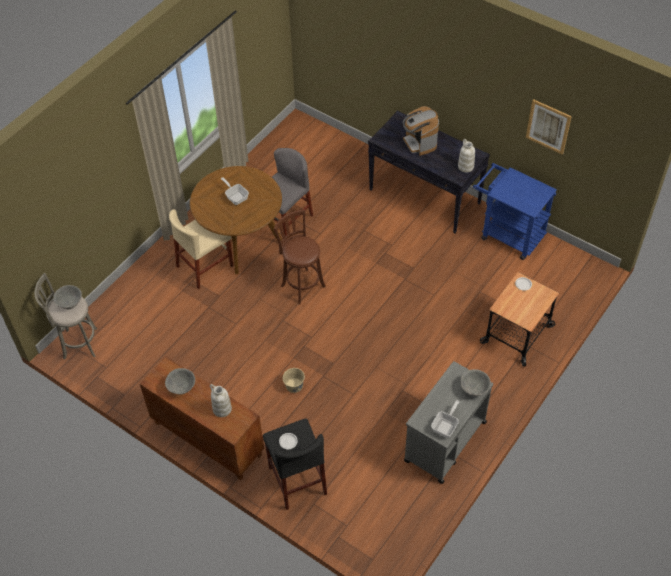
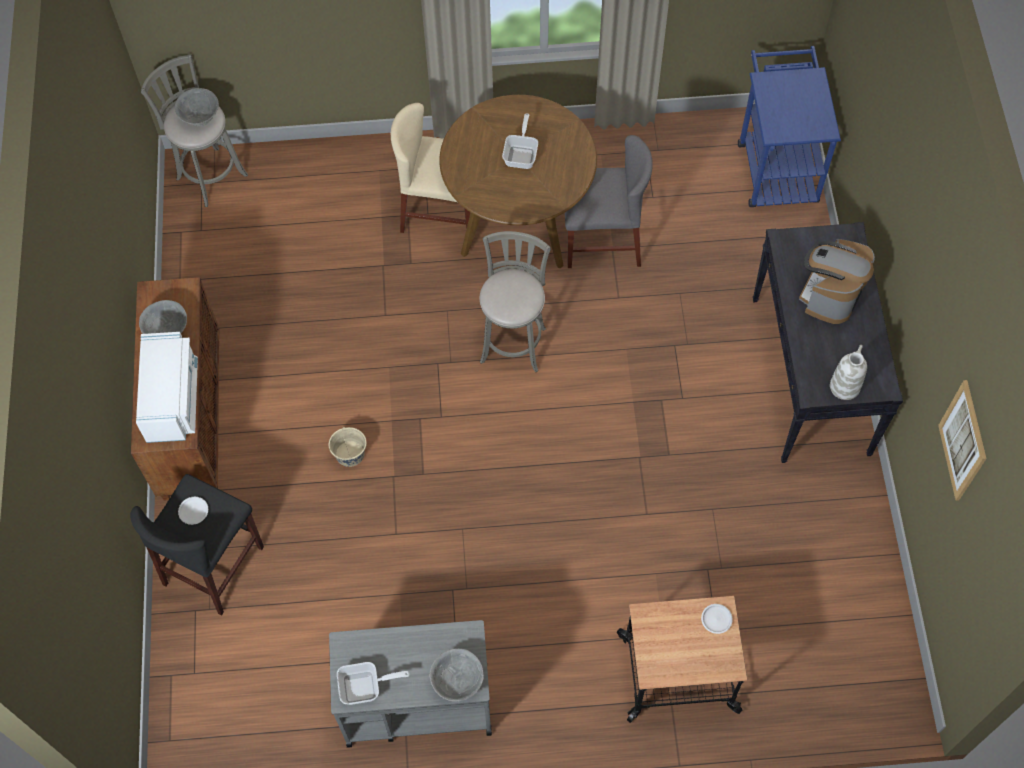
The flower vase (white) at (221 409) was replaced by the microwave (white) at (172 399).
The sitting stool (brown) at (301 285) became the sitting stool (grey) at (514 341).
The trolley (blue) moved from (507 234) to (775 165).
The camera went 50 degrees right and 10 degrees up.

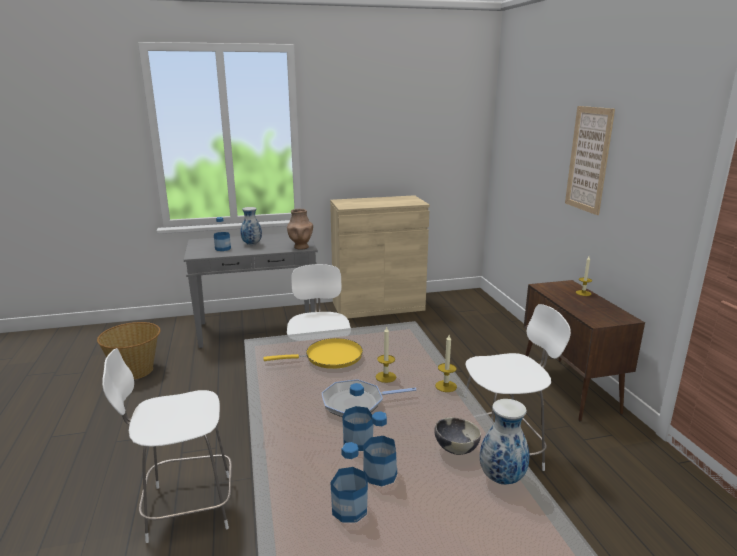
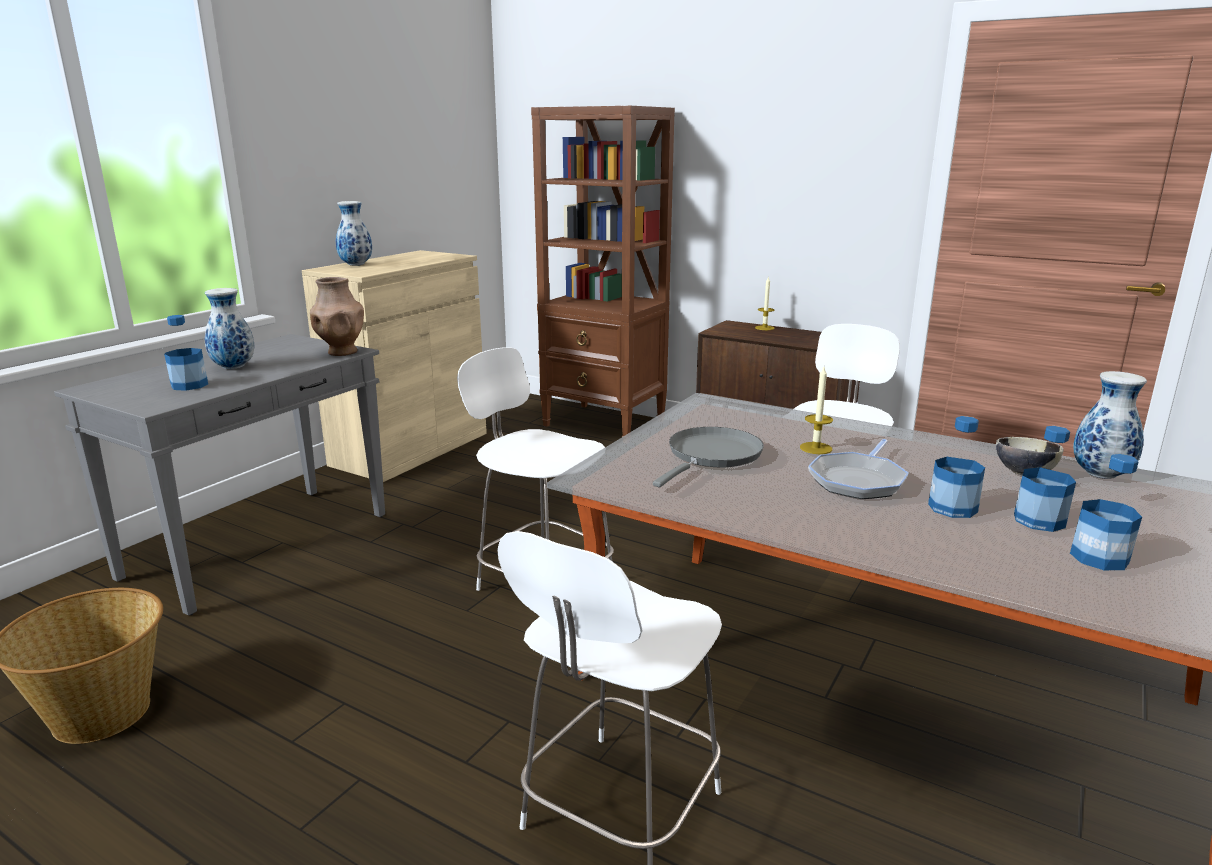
The frying pan (yellow) at (329 357) became the frying pan (grey) at (711 456).
The candle at (446 386) disappeared.
The picture at (588 159) disappeared.
The flower vase at (356 265) appeared.
The shelving unit (brown) at (605 423) appeared.
The camera went 45 degrees left and 0 degrees up.

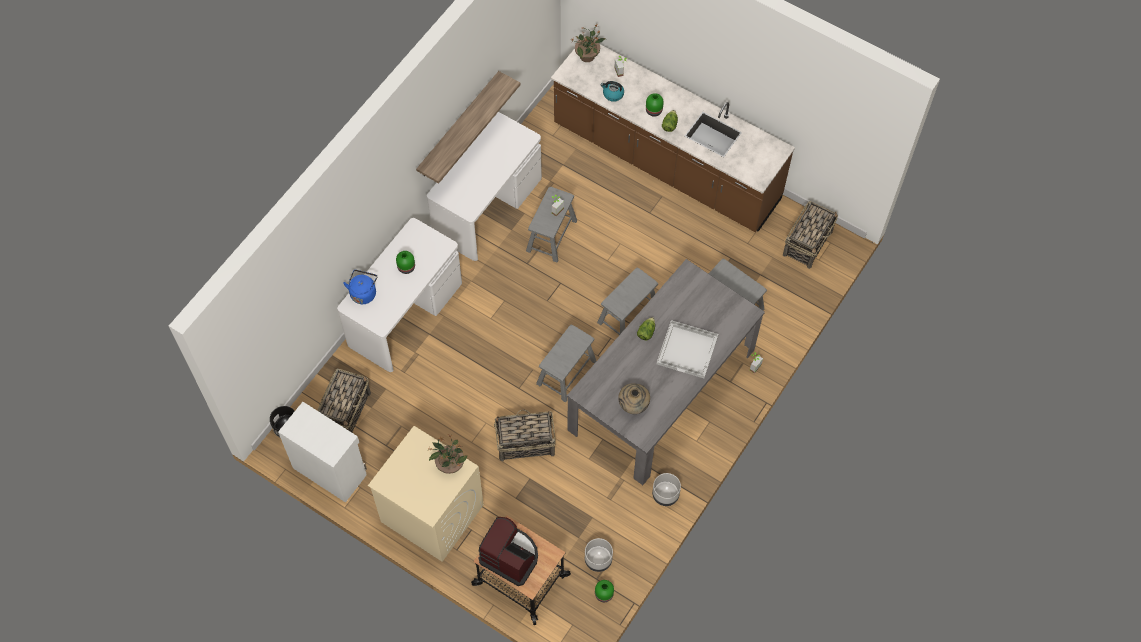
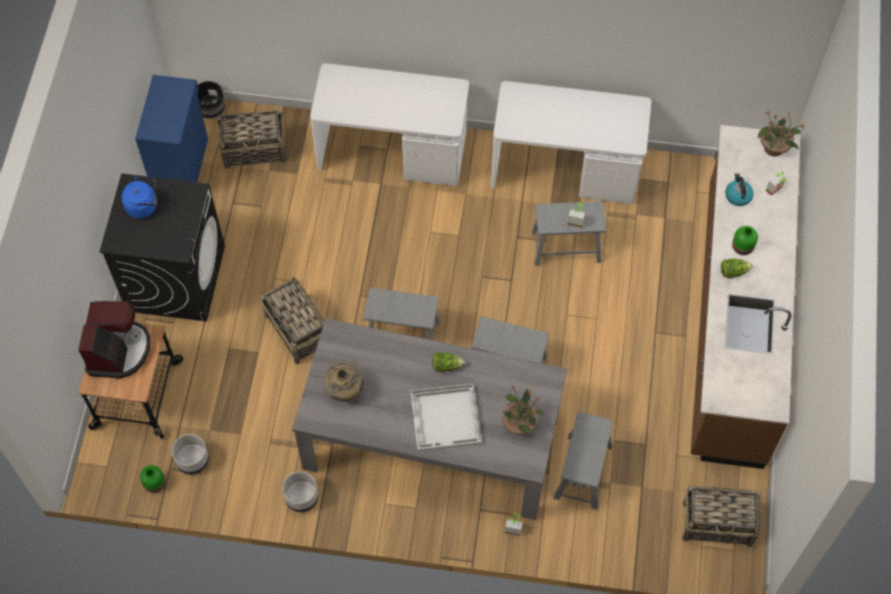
The storage cabinet (white) at (330 470) became the storage cabinet (blue) at (182 166).
The tea kettle (blue) moved from (363 292) to (144 206).
The laundry appliance (beige-coloured) at (431 513) became the laundry appliance (blackish) at (176 277).
The flower vase (green) at (406 268) disappeared.
The shelf at (458 126) disappeared.
The plant in a pot moved from (450 464) to (519 424).
The camera went 65 degrees right and 0 degrees up.

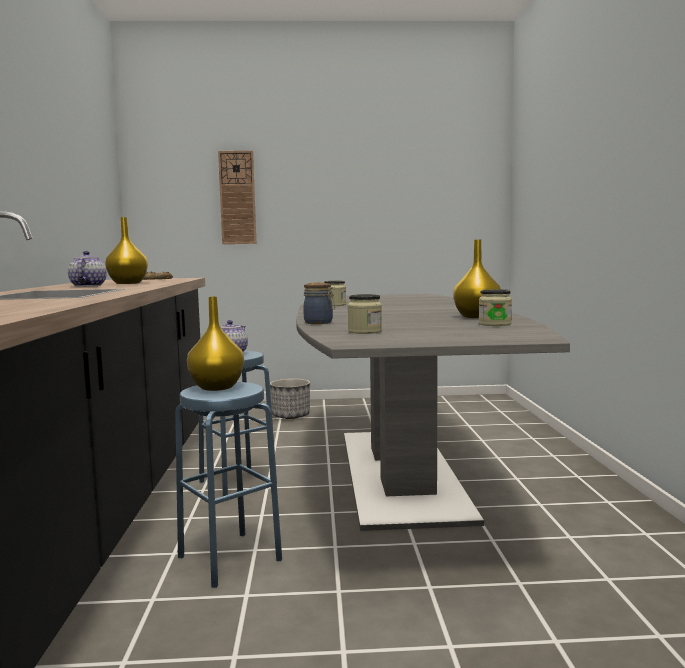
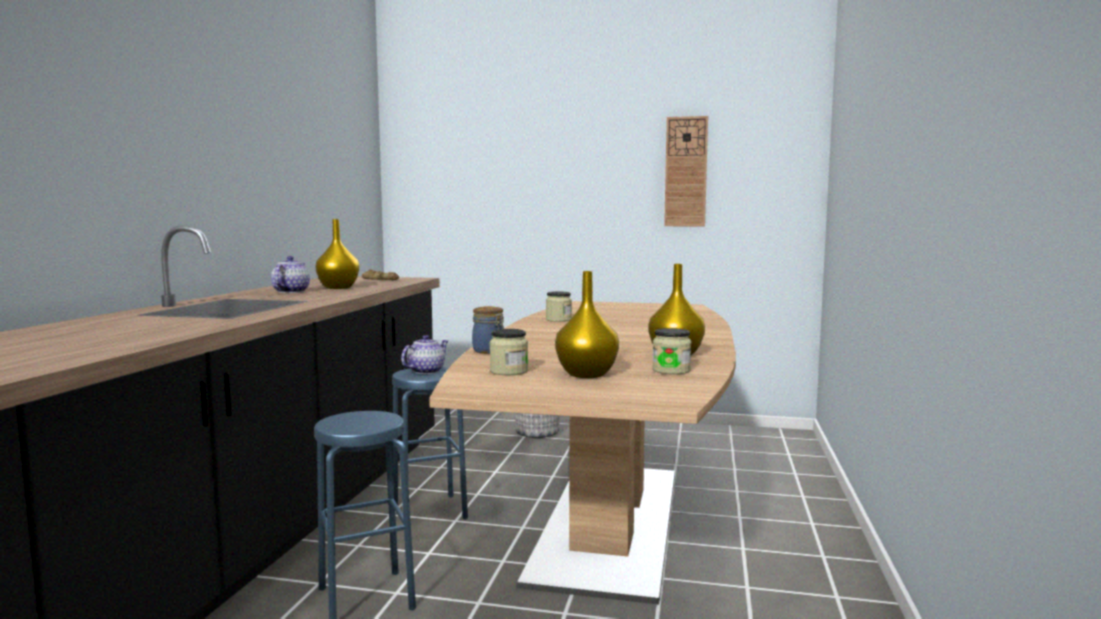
The flower vase (yellow) moved from (217 387) to (587 375).
The wall clock moved from (237 198) to (686 172).
The dining table (grey) at (400 473) became the dining table (brown) at (609 522).
The camera went 15 degrees right and 0 degrees up.

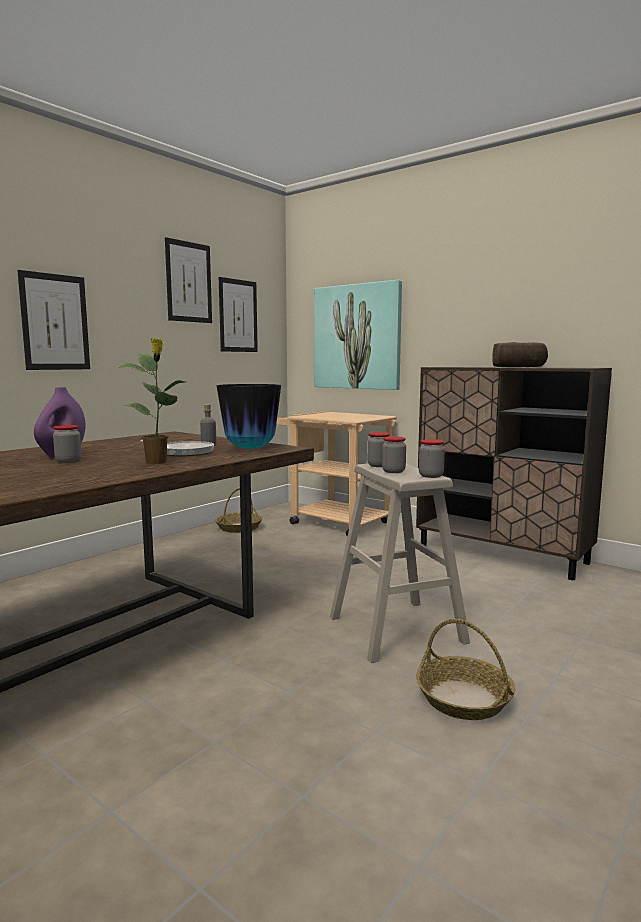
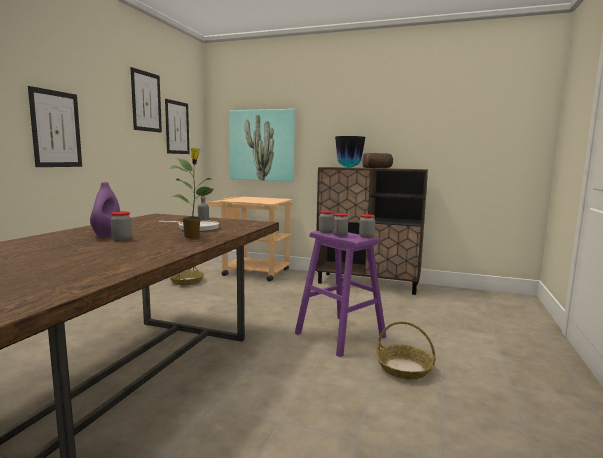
The flower vase moved from (250 448) to (349 167).
The sitting stool (beige-coloured) at (396 629) became the sitting stool (purplish) at (339 335).
The camera went 20 degrees left and 0 degrees up.

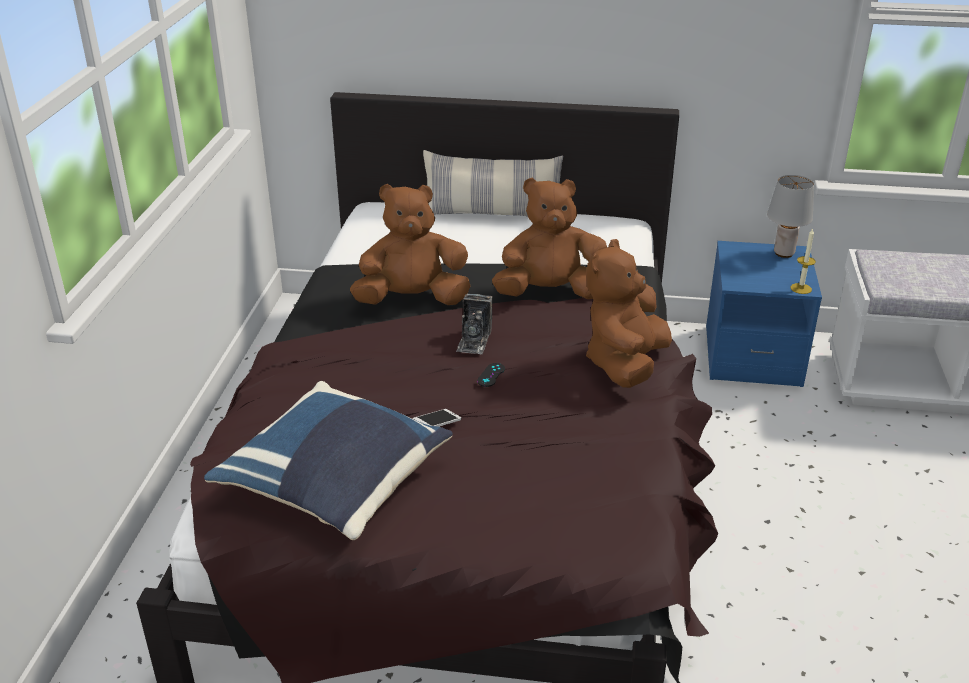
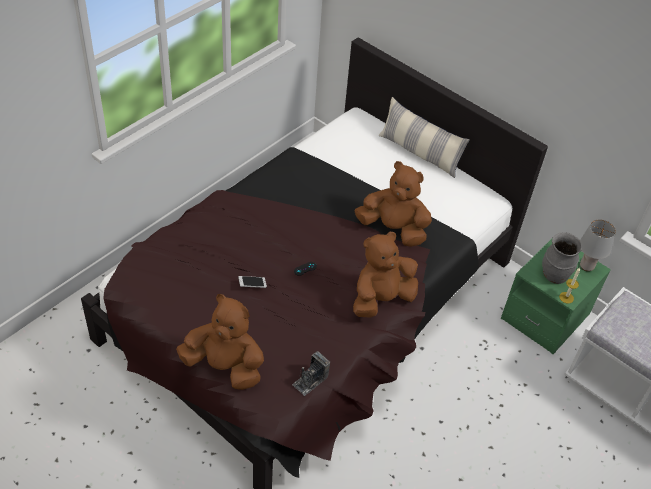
The throw pillow (blue) at (337 485) disappeared.
The soft toy (brown) moved from (412 300) to (225 366).
The still camera moved from (474 340) to (310 380).
The night table (blue) at (752 356) became the night table (green) at (545 317).
The flower vase (grey) at (554 276) appeared.
The camera went 30 degrees right and 15 degrees up.

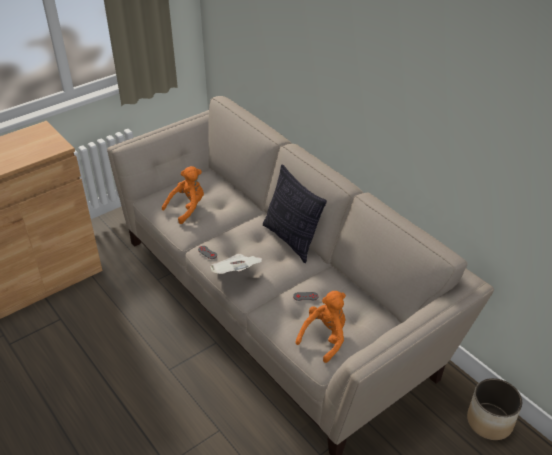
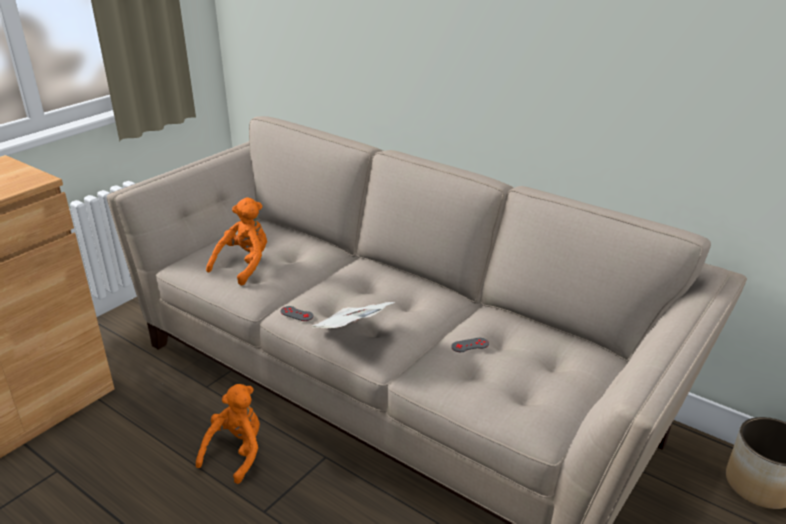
The throw pillow at (291 240) disappeared.
The soft toy (orange) moved from (325 338) to (236 452).
The camera went 15 degrees left and 10 degrees down.

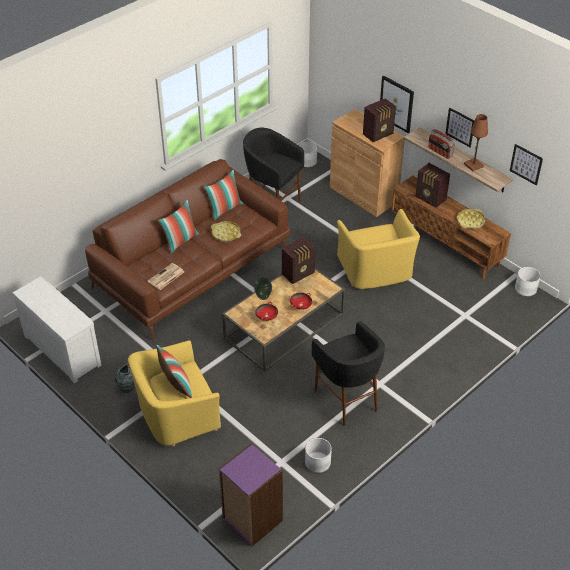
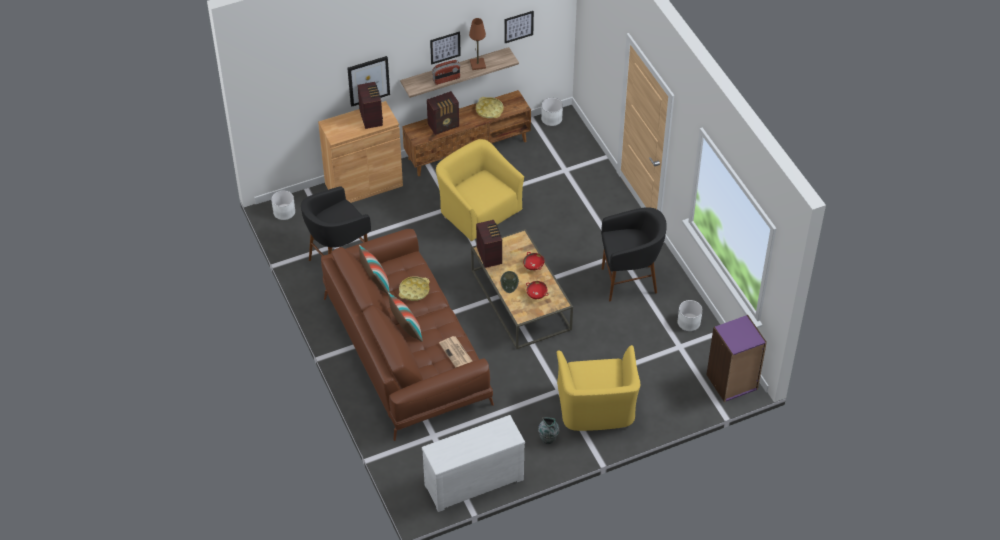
The throw pillow at (176 385) disappeared.
The easy chair (yellow) at (376 270) turned 135 degrees counterclockwise.
The camera went 70 degrees left and 5 degrees up.

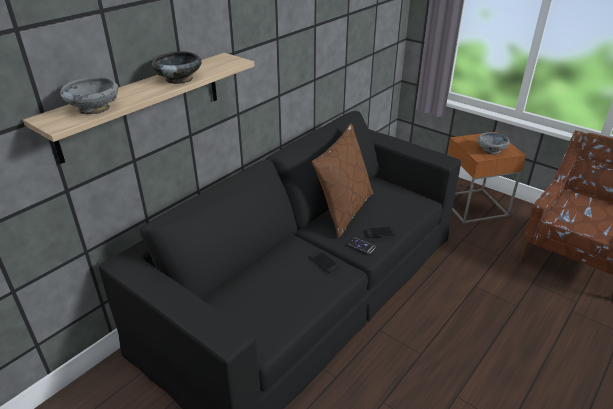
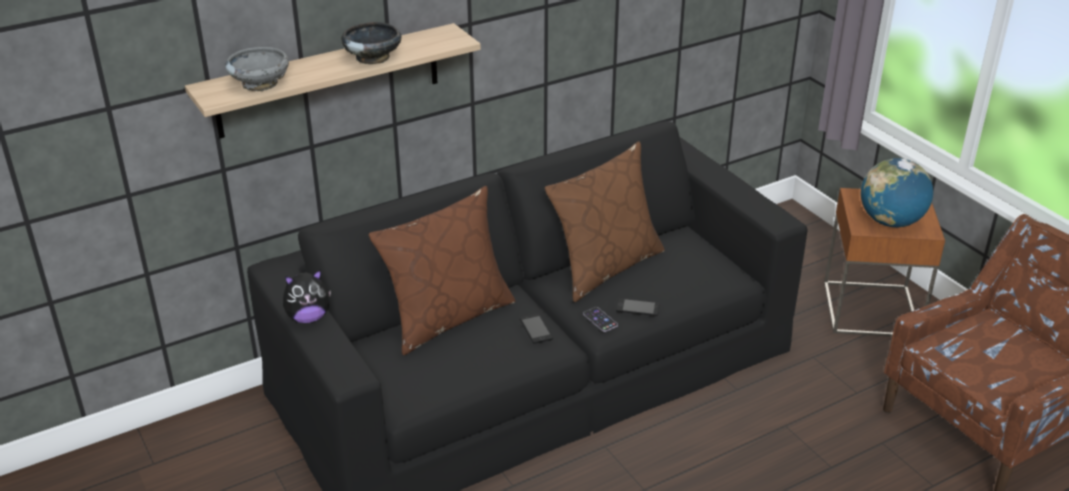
The serving bowl (grey) at (491 150) was replaced by the desk globe at (890 222).
The soft toy at (308 317) appeared.
The throw pillow (brown) at (447 317) appeared.
The camera went 20 degrees right and 0 degrees up.

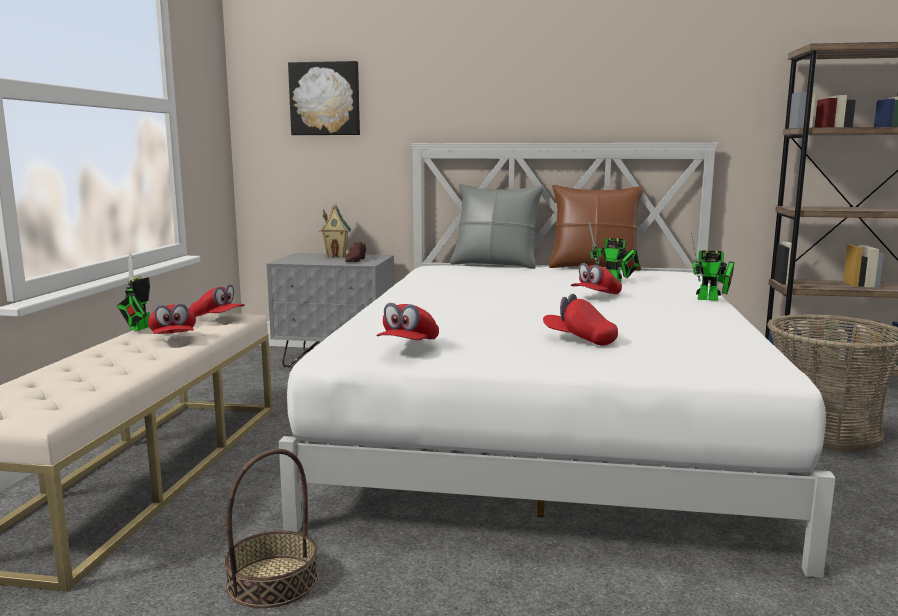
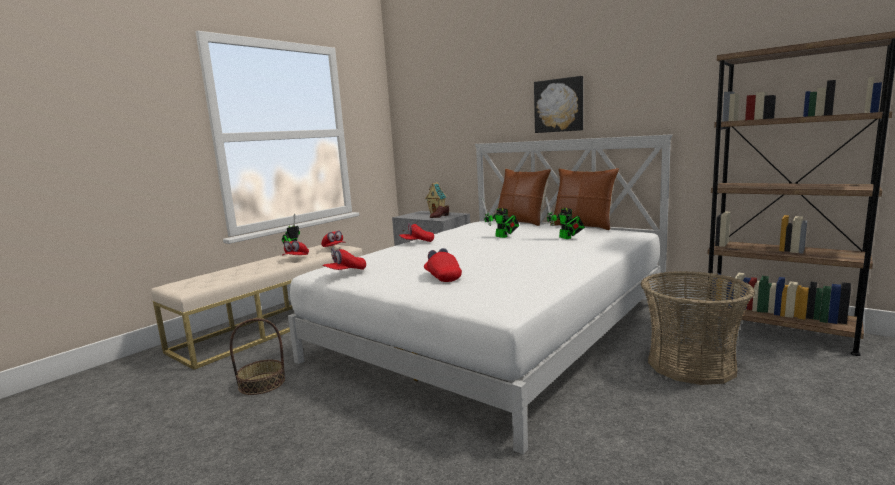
The picture moved from (325 99) to (559 105).
The throw pillow (grey) at (495 265) became the throw pillow (brown) at (521 222).
The cap (reddish) moved from (595 296) to (417 242).
The robot figure moved from (711 299) to (503 237).
The camera went 30 degrees right and 0 degrees up.

